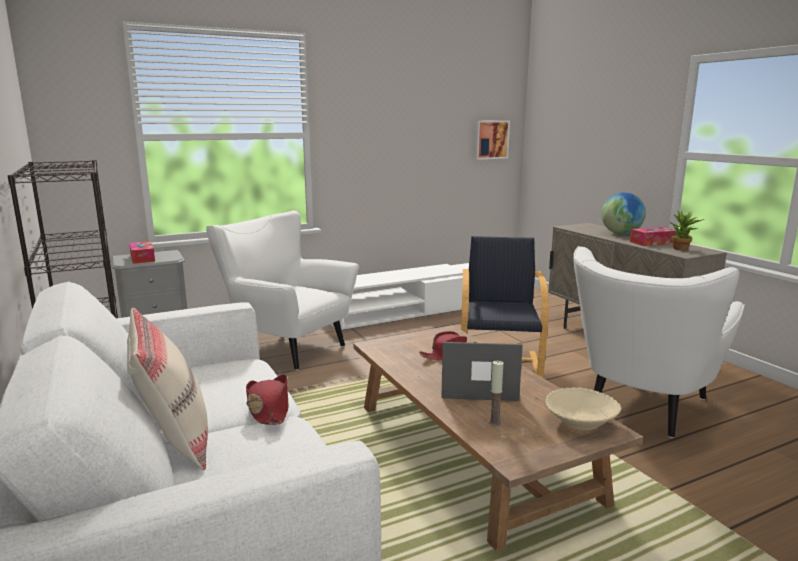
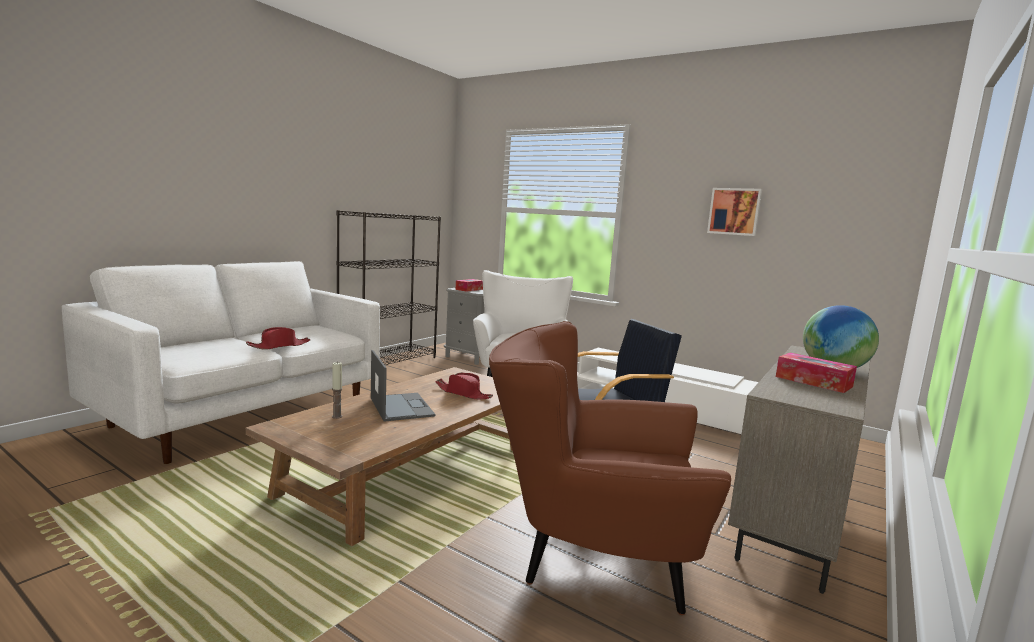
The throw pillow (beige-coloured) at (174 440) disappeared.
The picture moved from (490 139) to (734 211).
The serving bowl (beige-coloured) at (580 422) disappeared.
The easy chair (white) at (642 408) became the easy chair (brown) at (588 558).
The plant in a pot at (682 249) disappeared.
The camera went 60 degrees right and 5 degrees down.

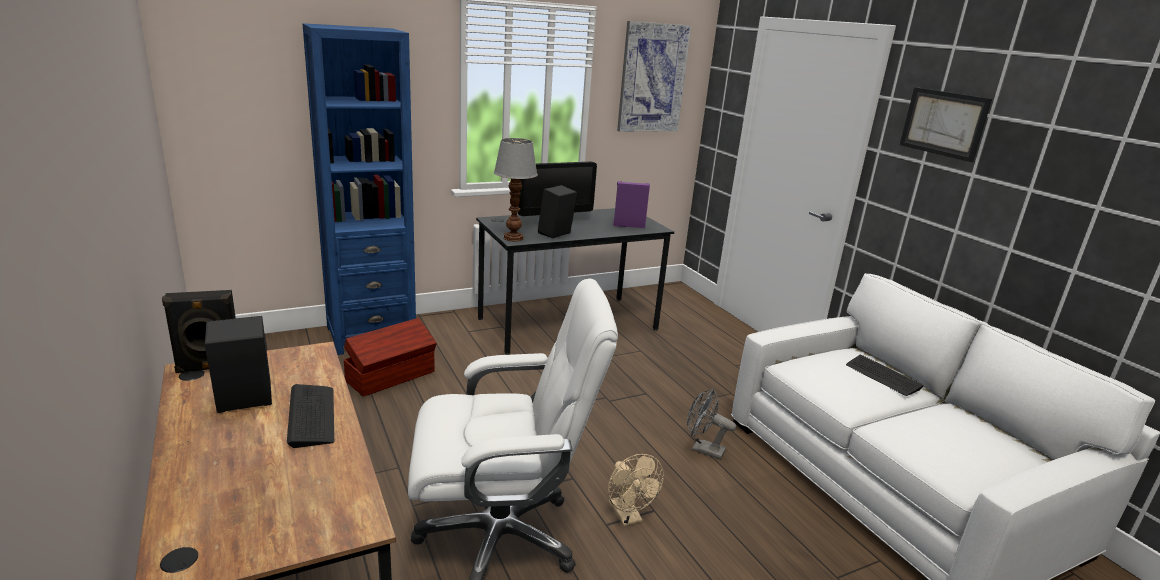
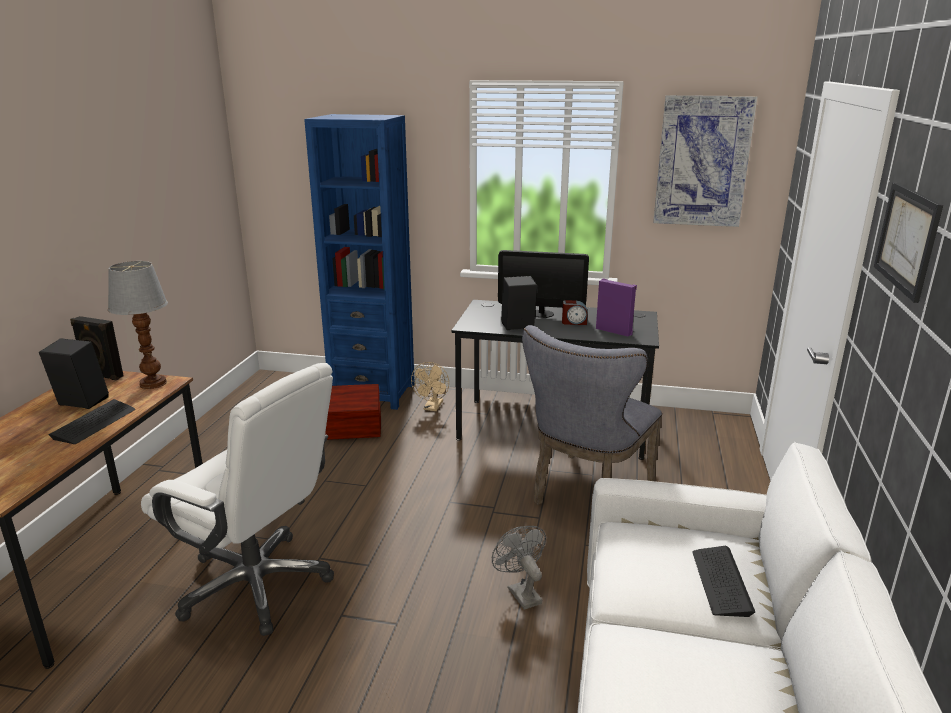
The lamp for a table moved from (513 238) to (152 384).
The fan (beige-coloured) moved from (628 517) to (432 407).
The upright chair (grey) at (587 494) appeared.
The bedside clock at (574 322) appeared.
The camera went 40 degrees right and 0 degrees up.

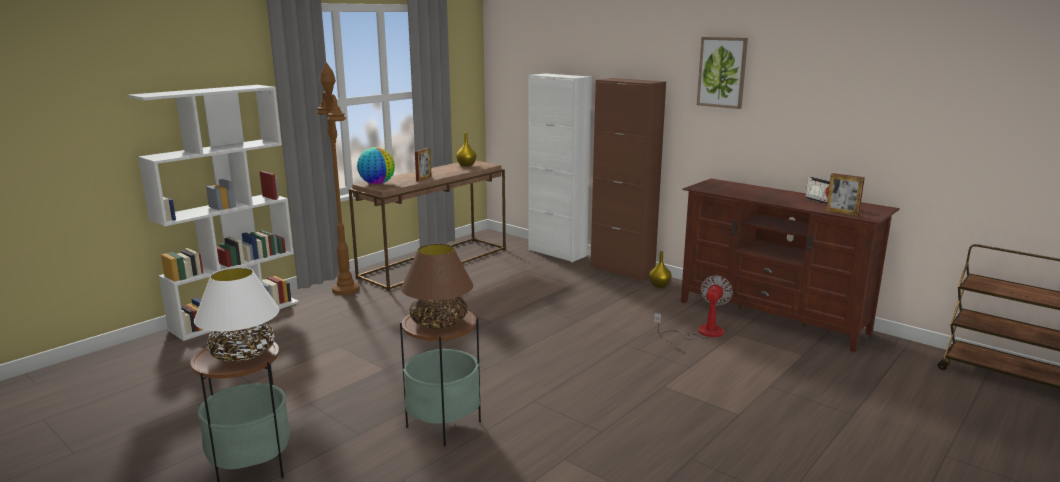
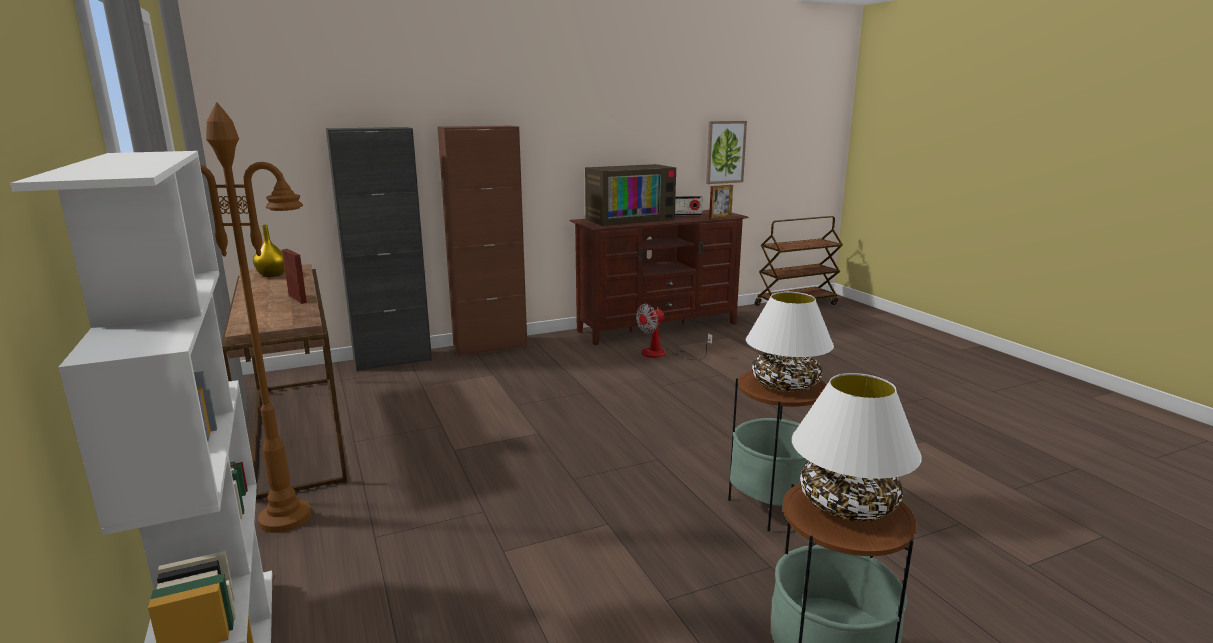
The desk globe at (377 184) disappeared.
The lamp for a table (brown) at (438 322) became the lamp for a table (white) at (785 385).
The storage cabinet (white) at (557 253) became the storage cabinet (blackish) at (392 360).
The flower vase (yellow) at (660 286) disappeared.
The fan at (701 332) turned 90 degrees counterclockwise.
The picture moved from (722 72) to (725 152).
The TV at (629 219) appeared.
The camera went 65 degrees left and 0 degrees up.

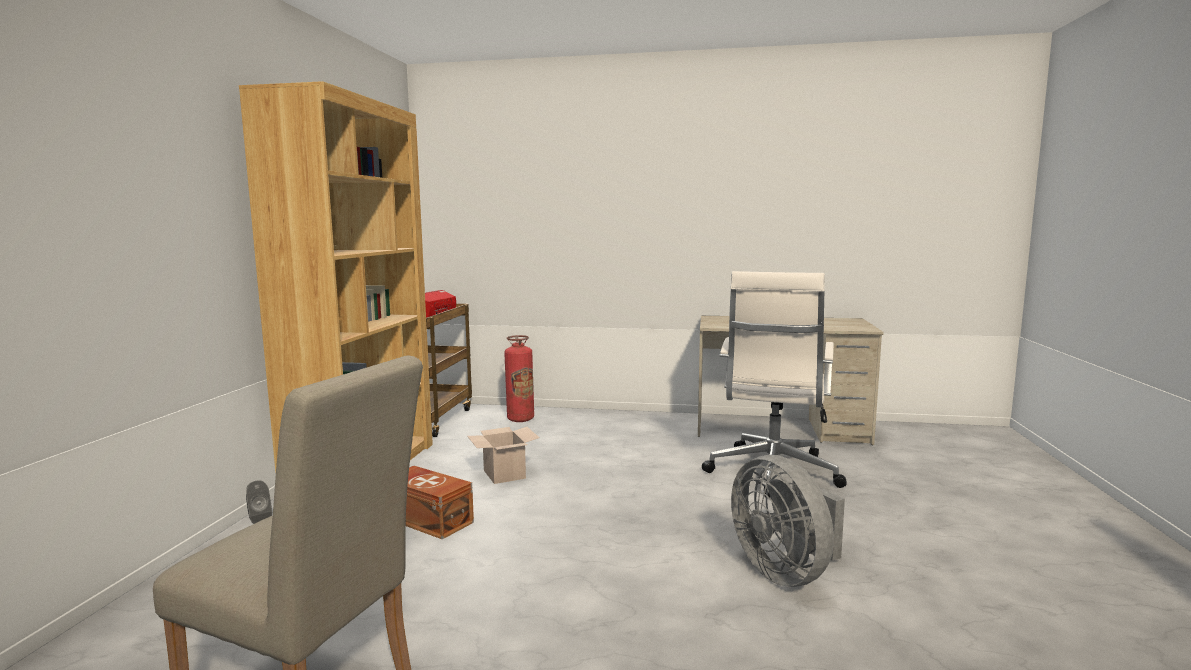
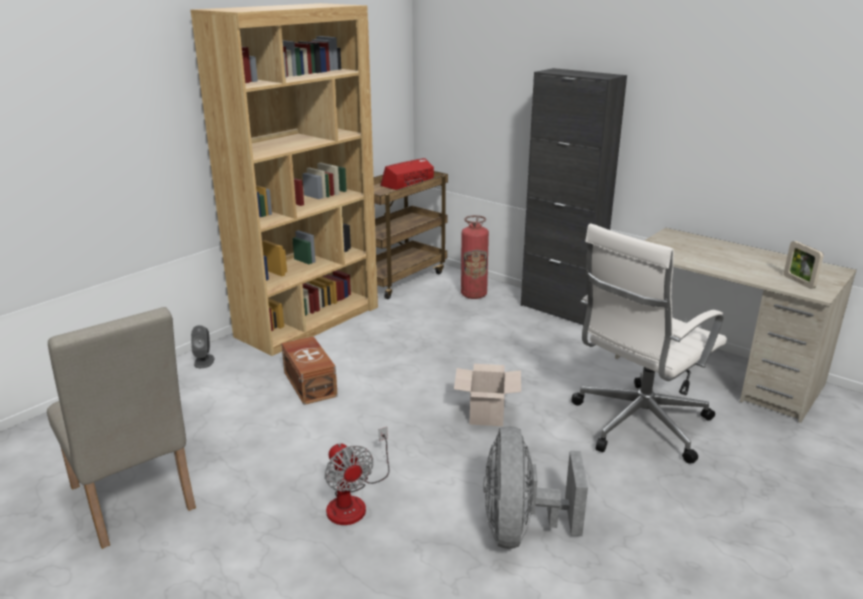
The carton moved from (503 474) to (486 413).
The fan at (353 501) appeared.
The storage cabinet (blackish) at (560 310) appeared.
The photo frame at (798 282) appeared.
The camera went 30 degrees right and 15 degrees up.

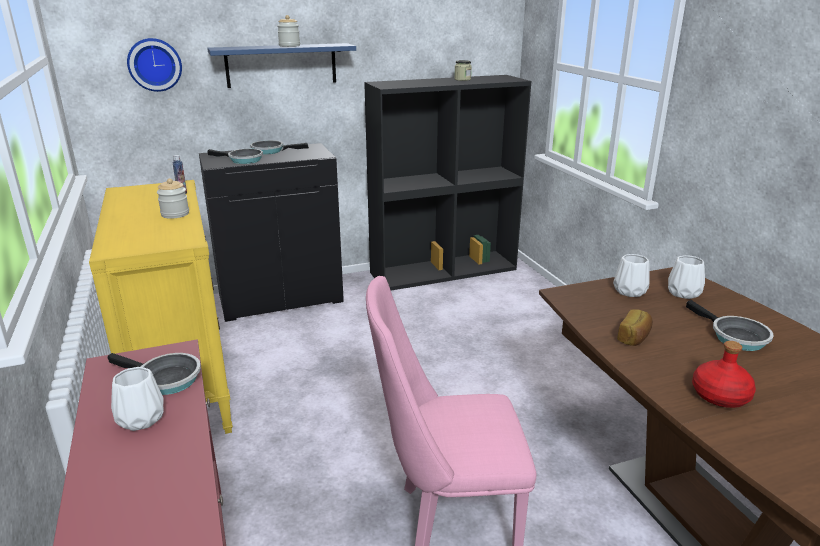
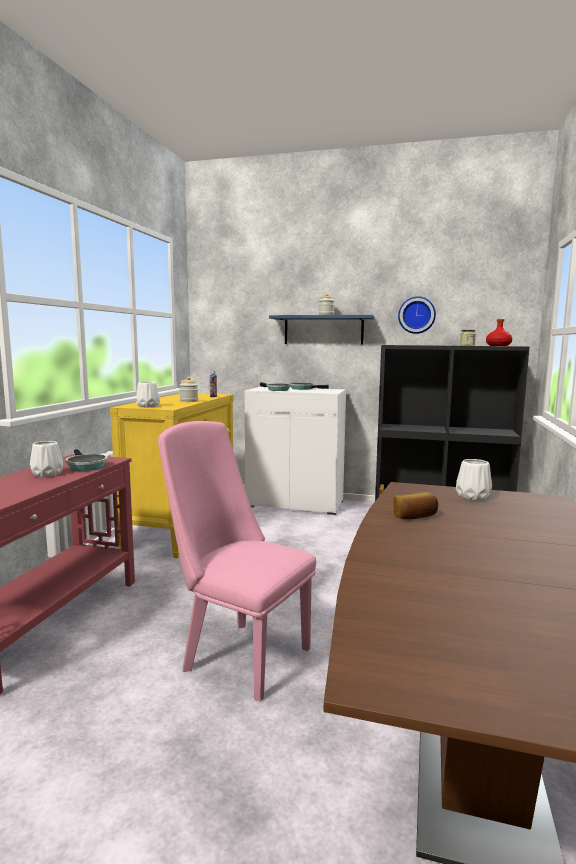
The wall clock moved from (154 64) to (416 315).
The storage cabinet (blackish) at (281 298) became the storage cabinet (white) at (296 503).
The flower vase (white) moved from (683 293) to (147 406).
The frying pan at (734 337) disappeared.
The drink bottle (reddish) moved from (720 395) to (498 345).
The camera went 35 degrees right and 15 degrees down.

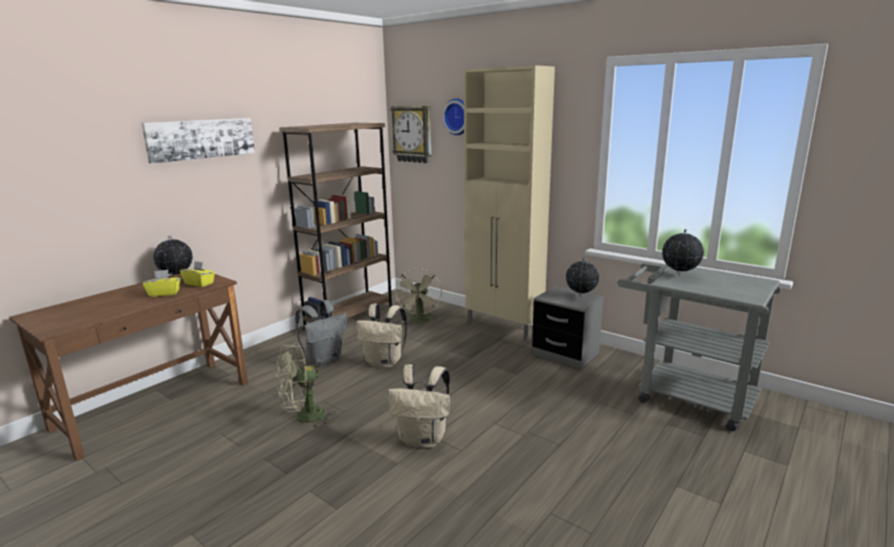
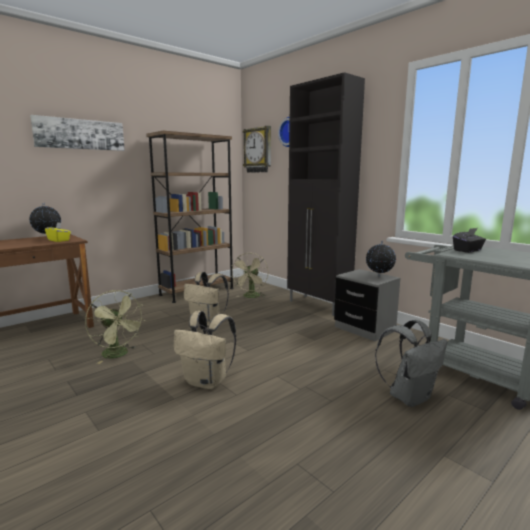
The tissue box (yellow) at (164 293) disappeared.
The fan (green) at (304 418) turned 120 degrees counterclockwise.
The backpack (grey) moved from (324 359) to (409 396).
The storage cabinet (beige-coloured) at (504 326) became the storage cabinet (blackish) at (318 305).
The desk globe at (679 275) was replaced by the tissue box (blackish) at (468 250).
The camera went 10 degrees right and 5 degrees down.

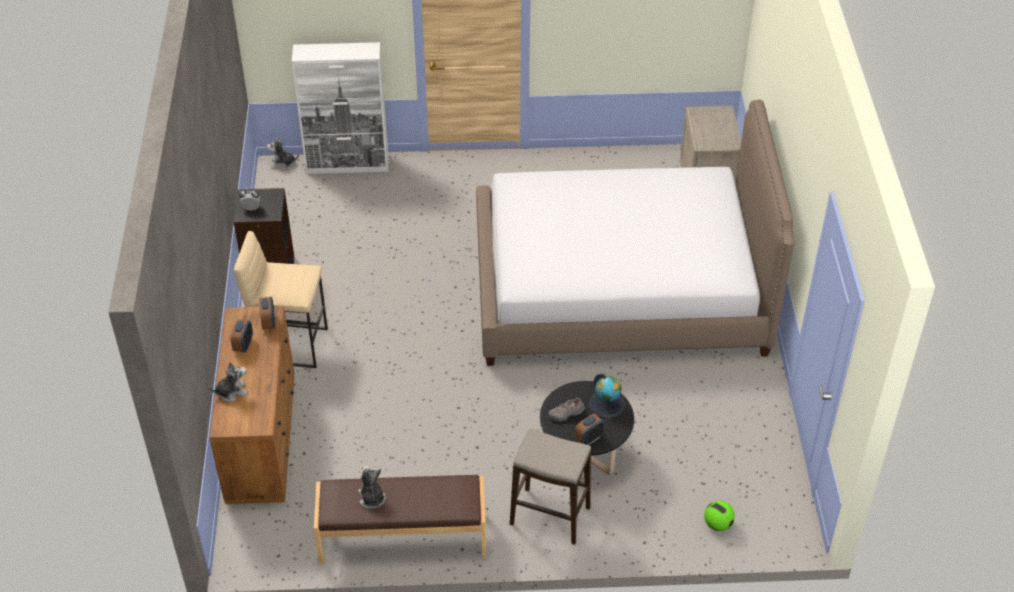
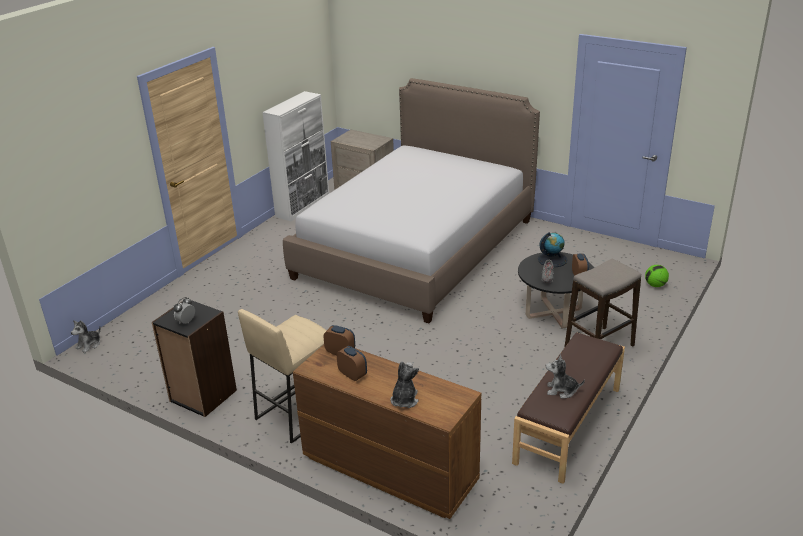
The storage cabinet (white) moved from (348 164) to (303 206).
The camera went 55 degrees left and 15 degrees down.

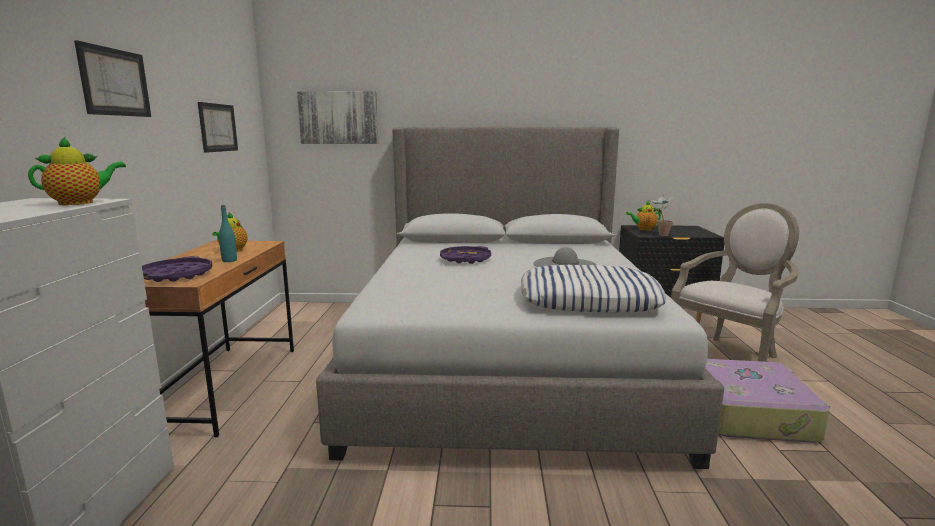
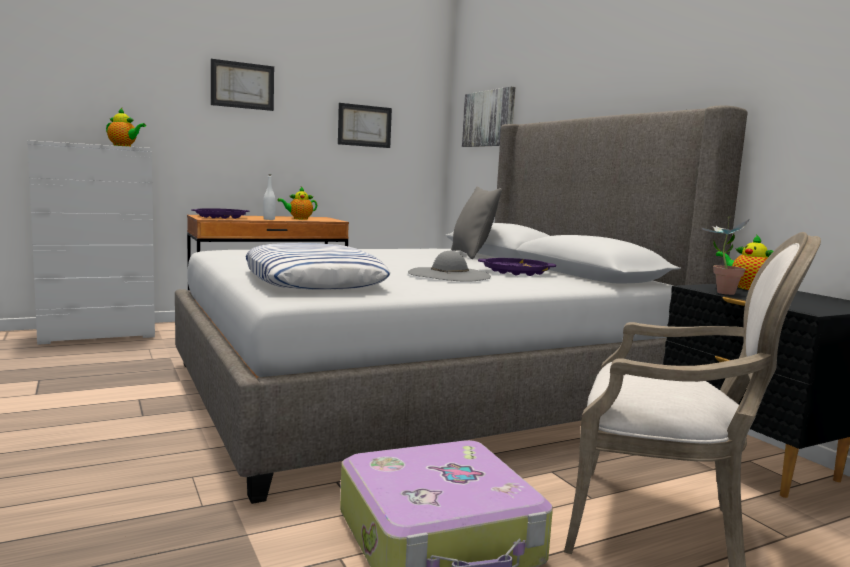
The drink bottle (turquoise) at (229 260) became the drink bottle (white) at (269 219).
The carrying tray (purplish) moved from (465 259) to (515 272).
The throw pillow (grey) at (471 254) appeared.
The camera went 60 degrees right and 5 degrees down.

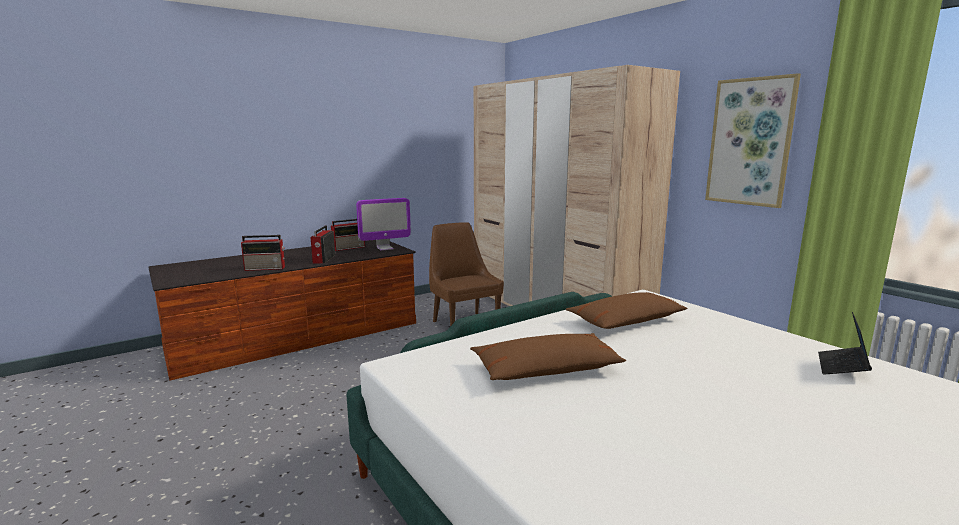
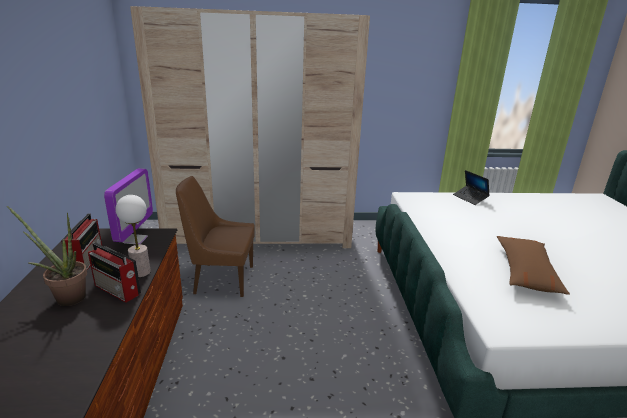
The radio set at (266 268) disappeared.
The throw pillow (brown) at (626 321) disappeared.
The picture at (750 142) disappeared.
The notebook computer moved from (842 367) to (470 198).
The plant in a pot at (66 297) appeared.
The lamp for a table at (141 272) appeared.
The camera went 60 degrees left and 10 degrees up.

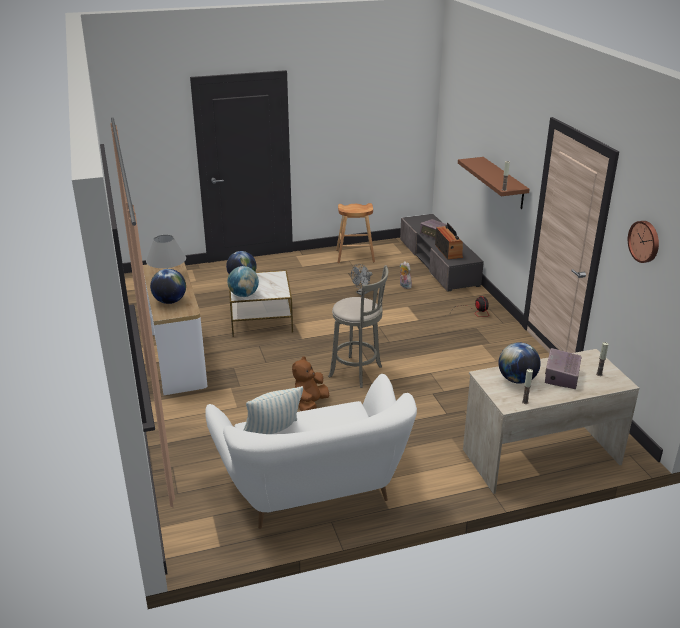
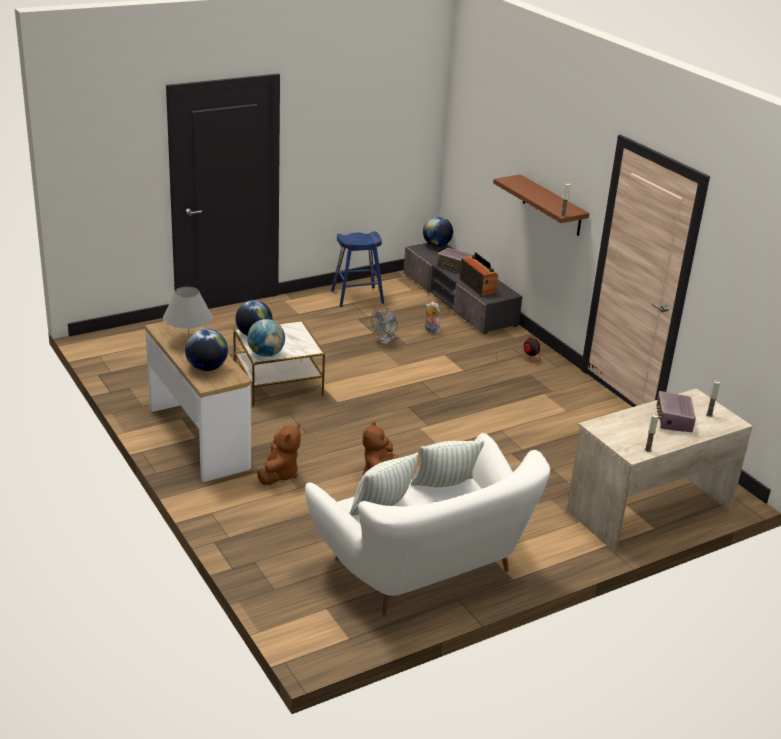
The sitting stool (grey) at (358 372) disappeared.
The sitting stool (brown) at (355 256) became the sitting stool (blue) at (357 297).
The desk globe moved from (517 379) to (436 245).
The wall clock at (645 241) disappeared.
The soft toy (brown) at (279 474) appeared.
The throw pillow at (444 486) appeared.
The camera went 15 degrees left and 0 degrees up.

